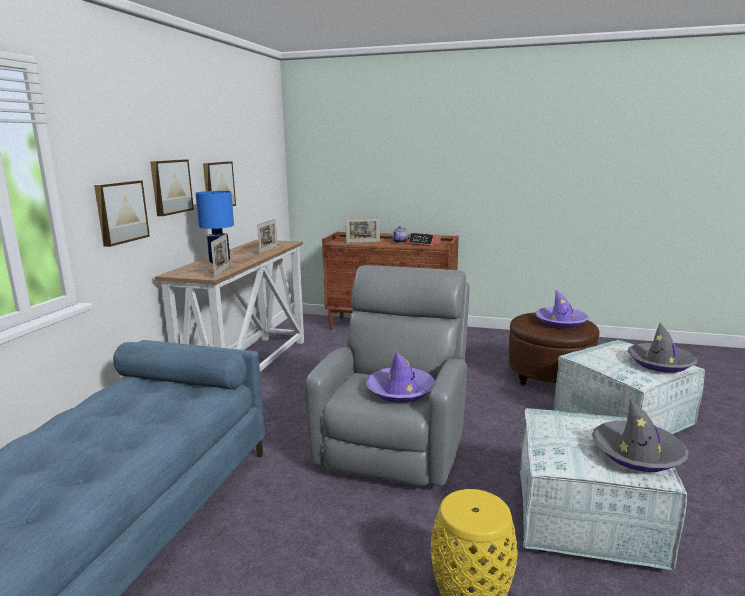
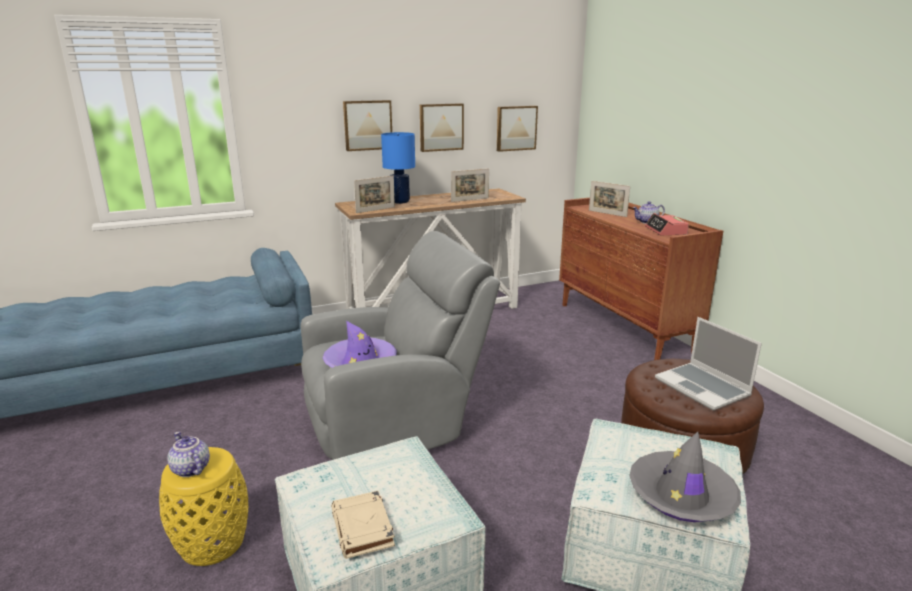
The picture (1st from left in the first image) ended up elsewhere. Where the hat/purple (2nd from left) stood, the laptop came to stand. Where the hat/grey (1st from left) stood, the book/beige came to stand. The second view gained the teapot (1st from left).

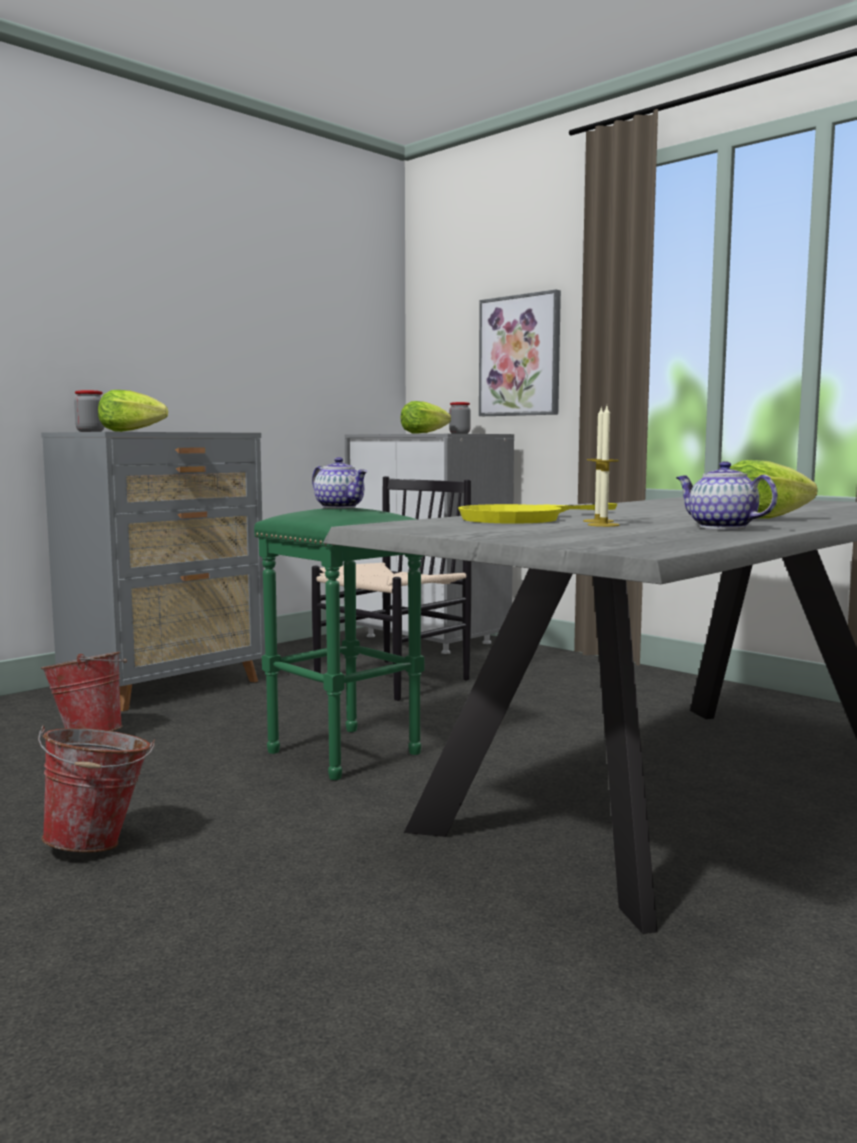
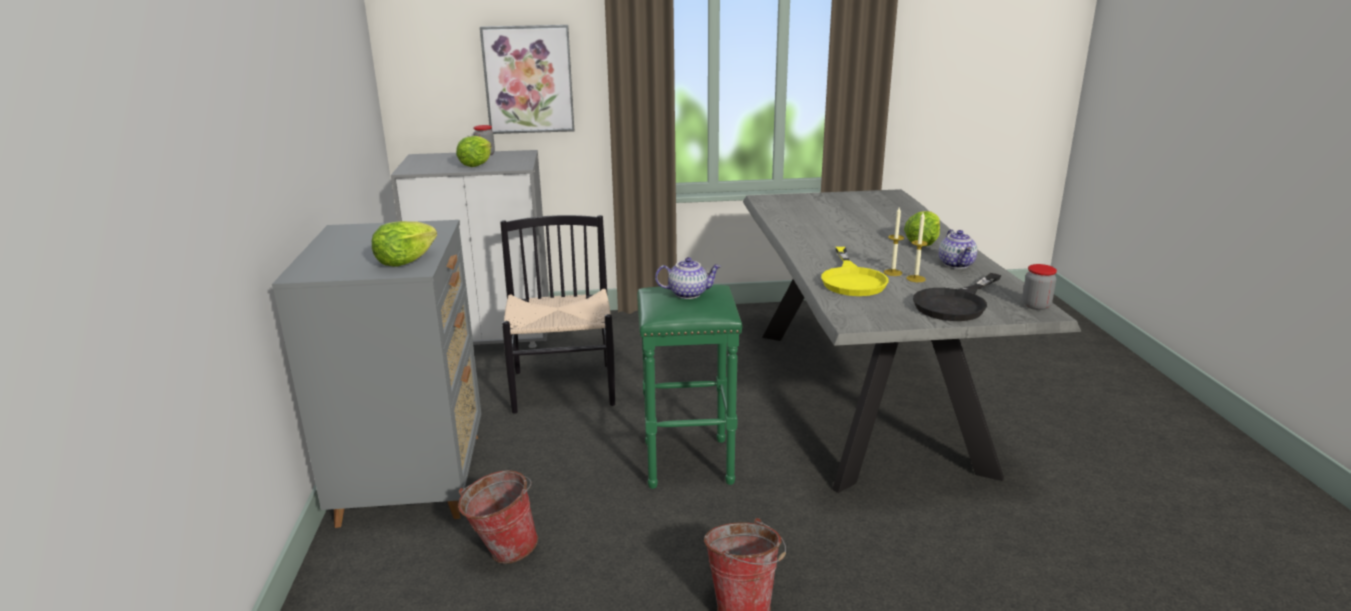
The jar (1st from left in the first image) ended up elsewhere. The teapot (2nd from left) ended up facing another way, 90 degrees counterclockwise from before. The second view gained the frying pan/black.

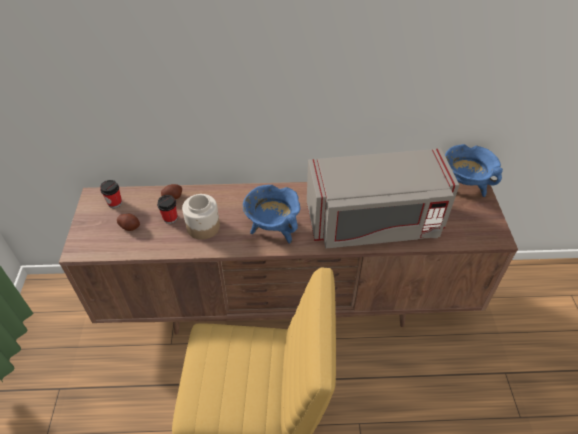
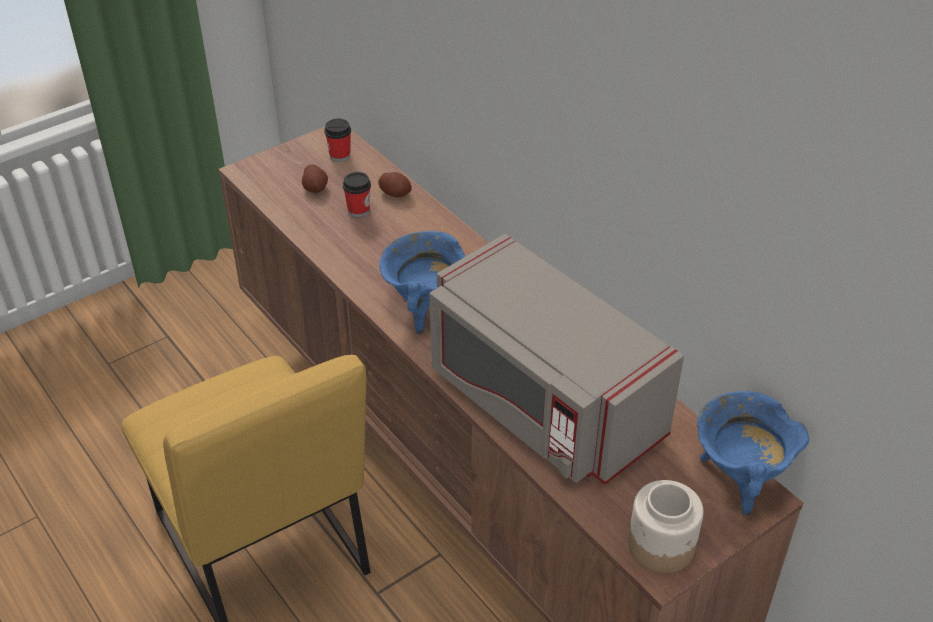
The jar ended up elsewhere.

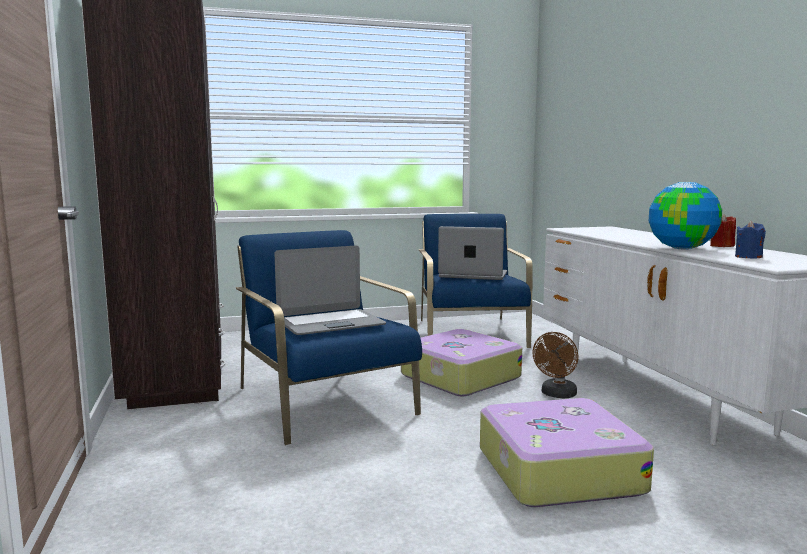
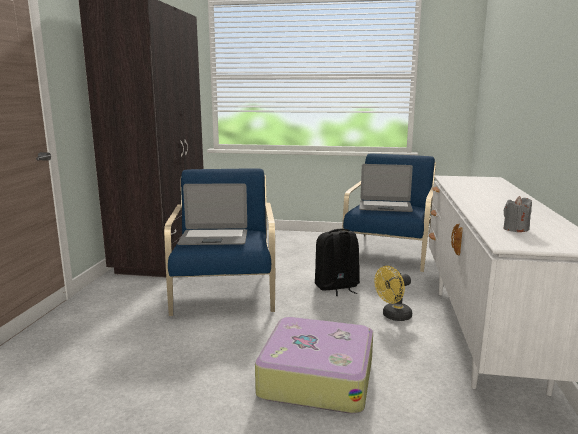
Where the suitcase (1st from left) stood, the backpack/black came to stand. The laptop (2nd from left) ended up facing another way, 150 degrees clockwise from before. What was the fan/brown turned into the fan/yellow. The second view lost the globe. The second view lost the candle/red. What was the candle/blue turned into the candle/grey.

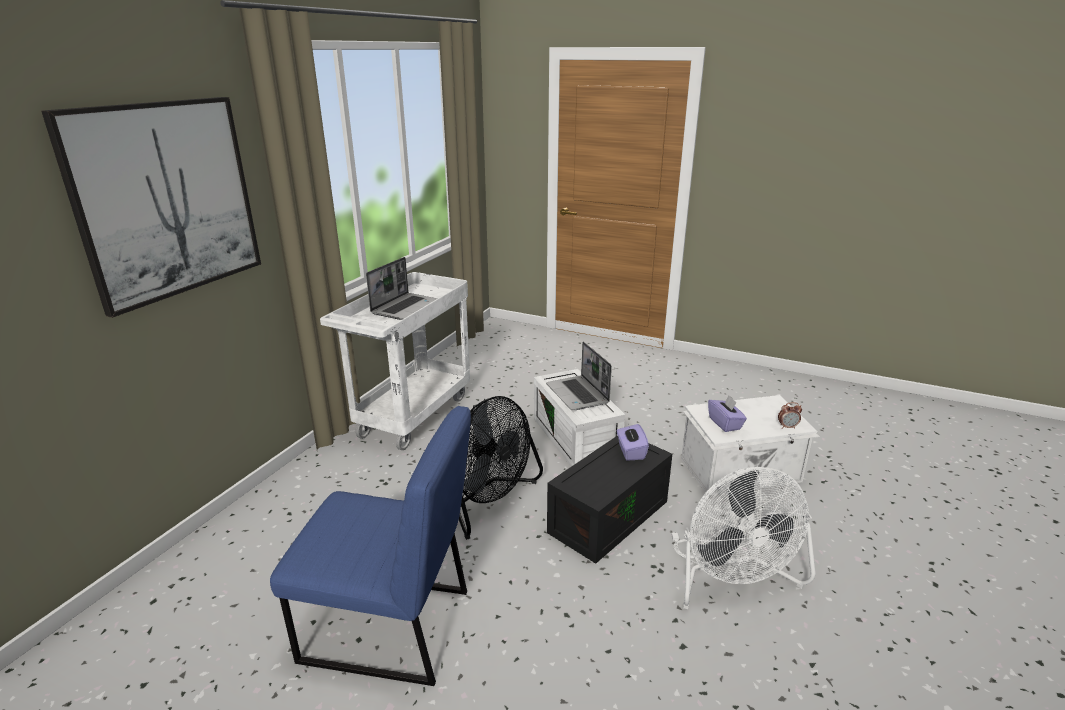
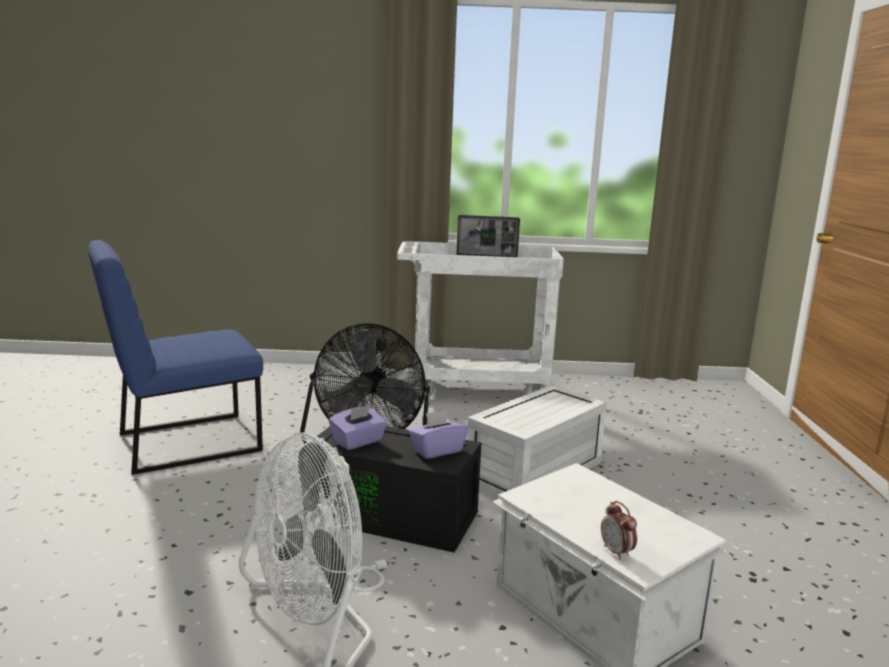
The second view lost the picture. The chair/blue ended up facing another way, 75 degrees clockwise from before. The second view lost the laptop (2nd from left). The tissue box/purple (2nd from left in the first image) ended up elsewhere.

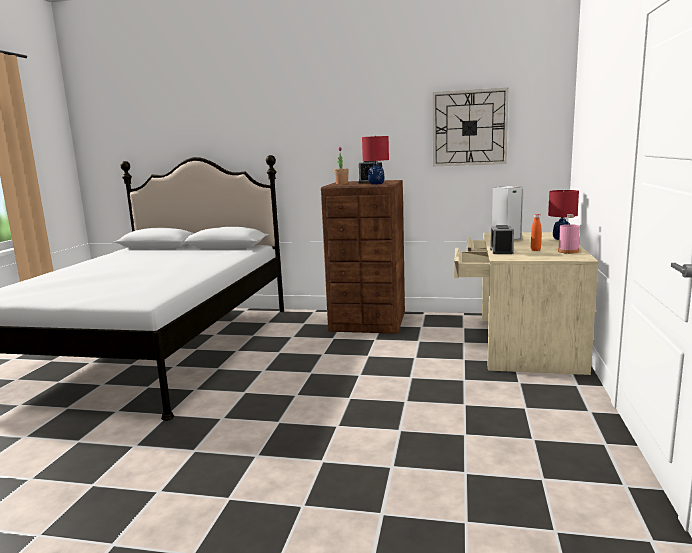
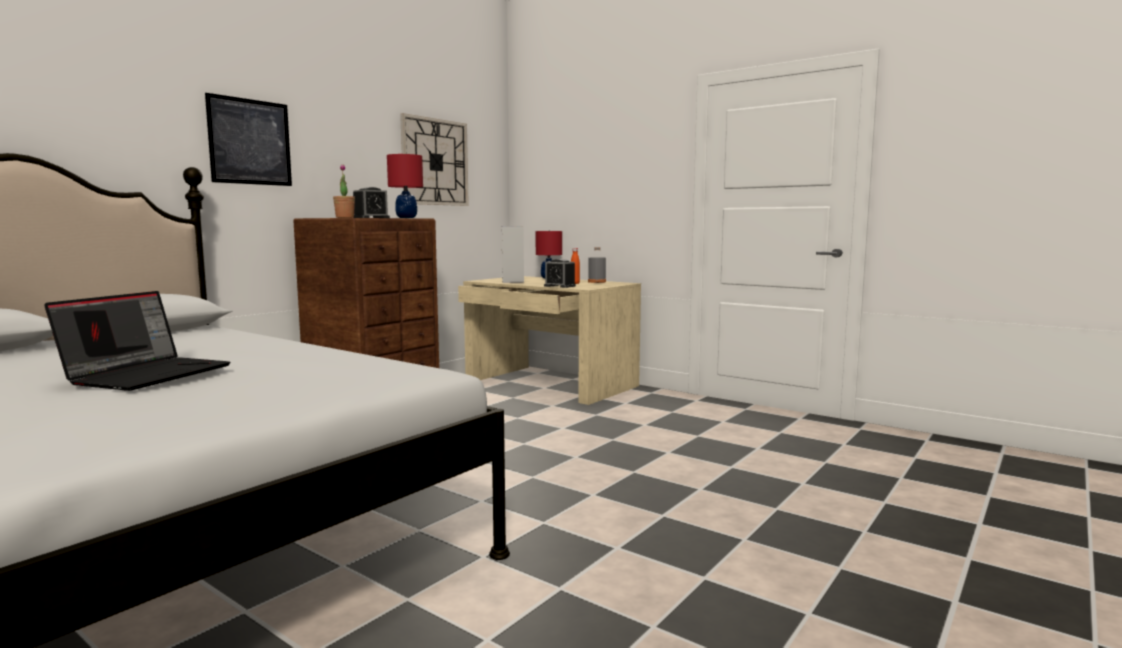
What was the bottle/pink turned into the bottle/grey. The second view gained the laptop. The second view gained the picture.

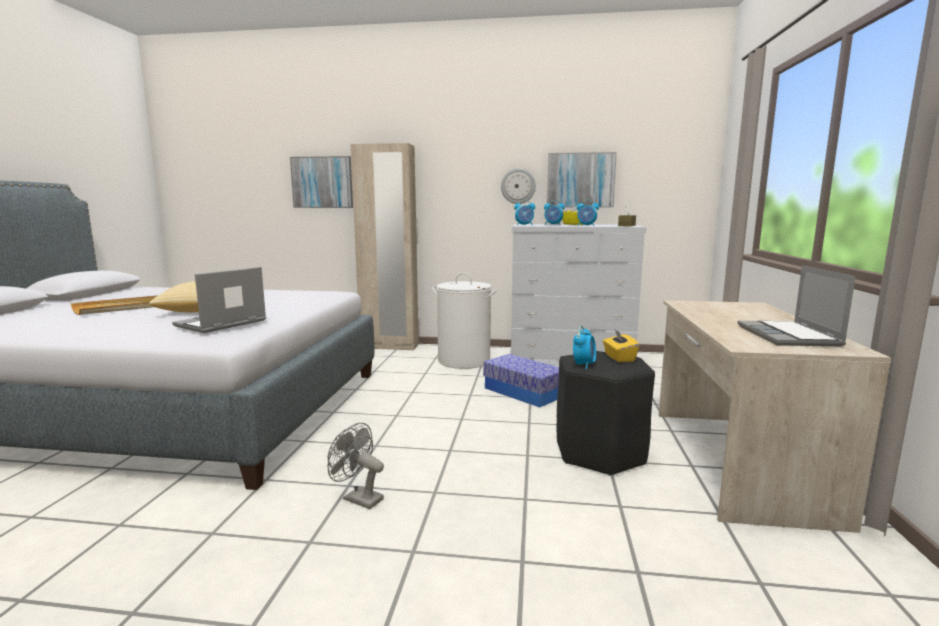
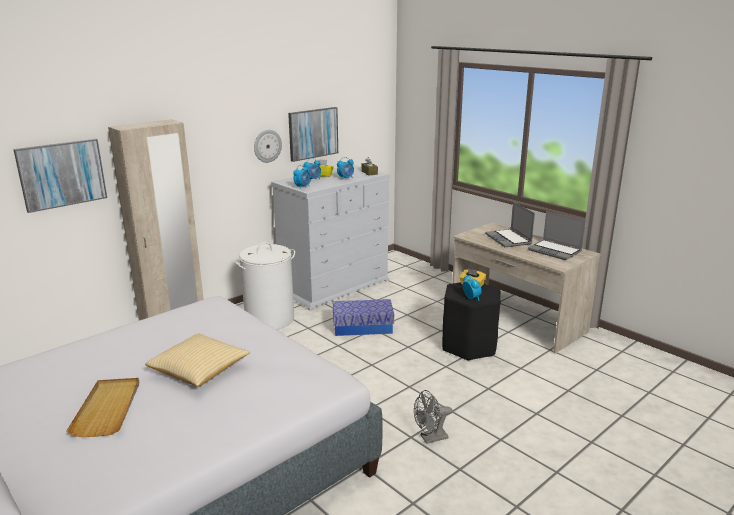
The laptop (1st from left) ended up elsewhere.

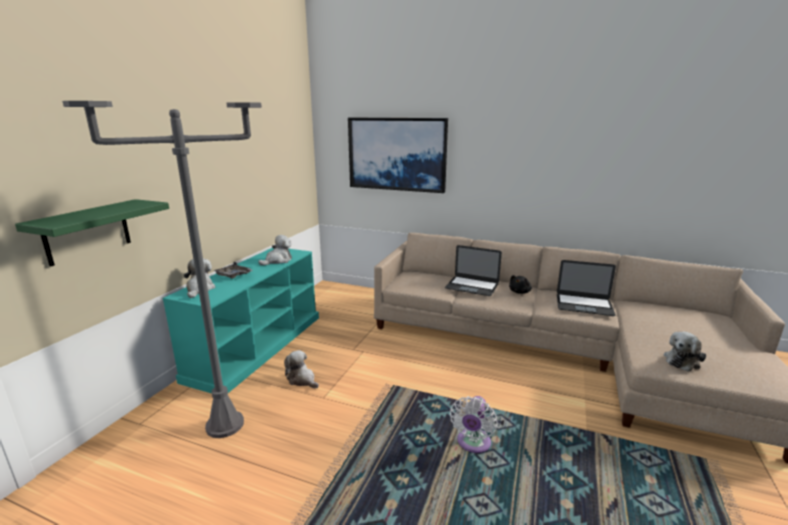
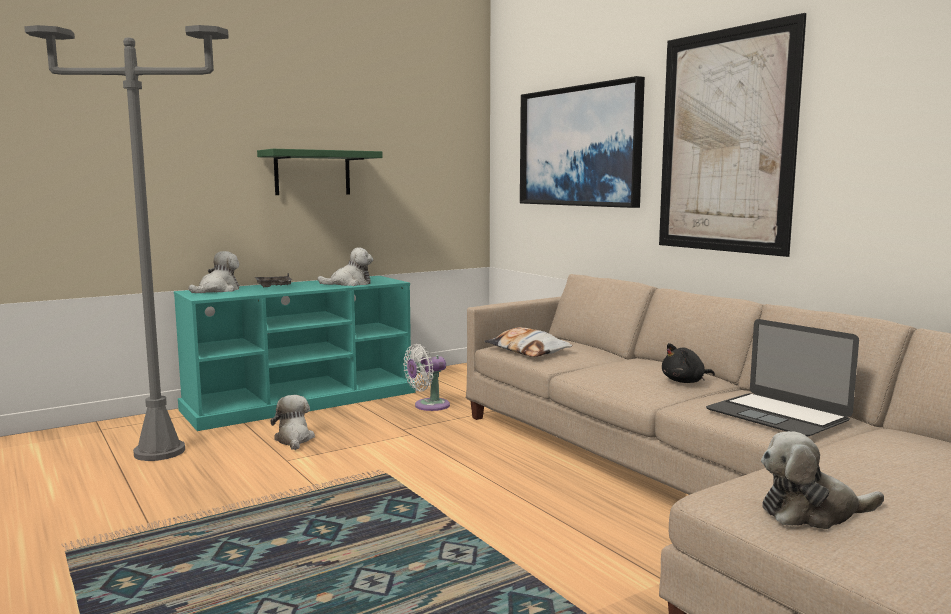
The shelf/green ended up elsewhere. The second view lost the laptop (1st from left). The fan/white ended up elsewhere. The second view gained the pillow. The second view gained the picture (2nd from left).

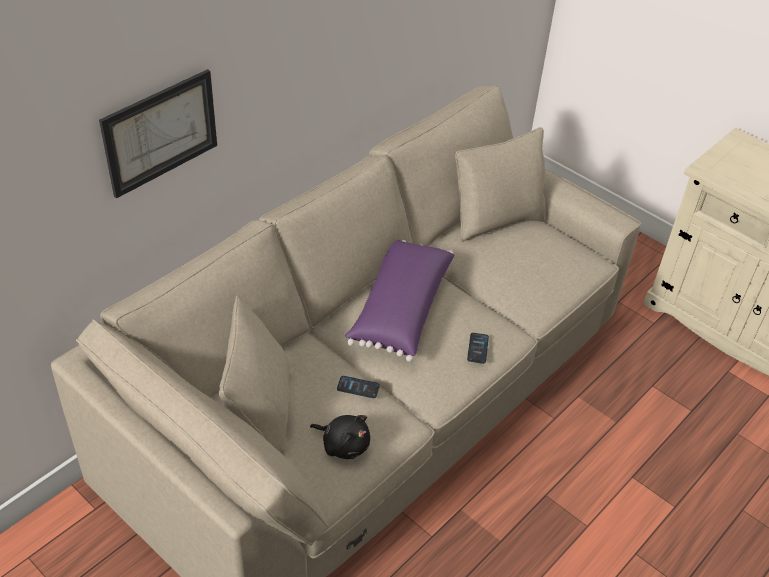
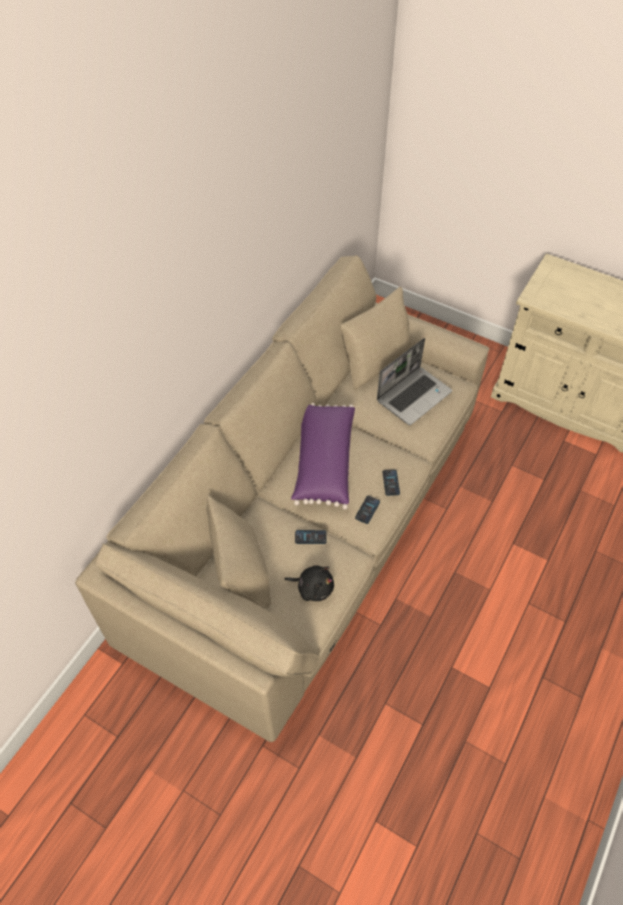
The second view lost the picture. The second view gained the phone (2nd from left). The second view gained the laptop.

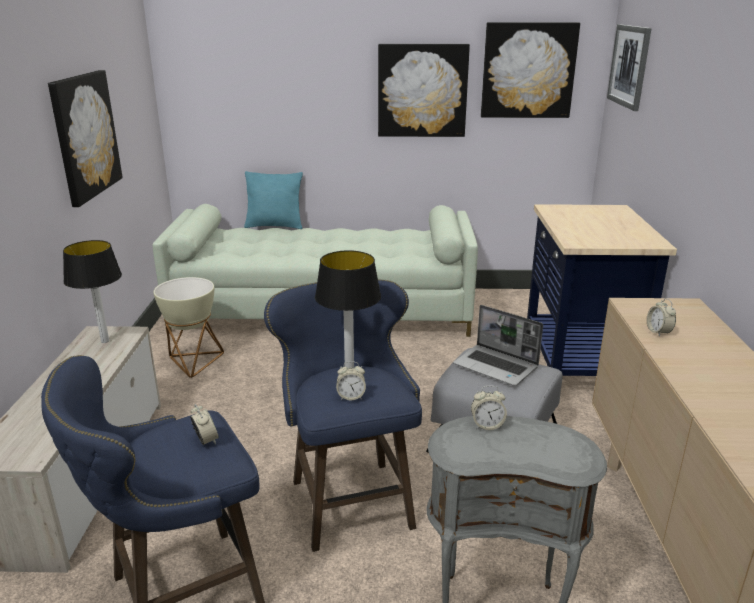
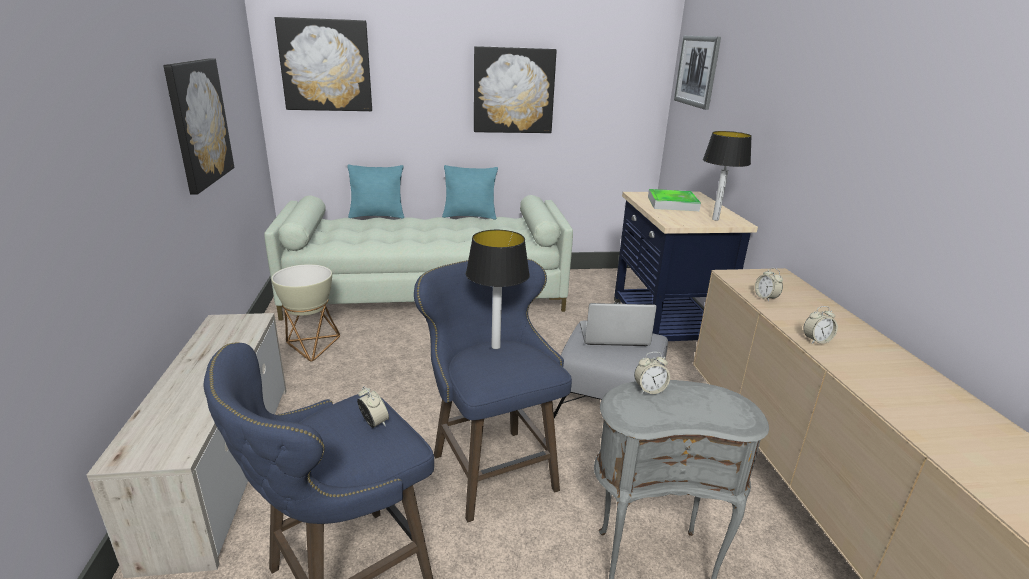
The table lamp (1st from left in the first image) ended up elsewhere. The alarm clock (2nd from left in the first image) ended up elsewhere. The laptop ended up facing another way, 150 degrees clockwise from before. The picture (3rd from left in the first image) ended up elsewhere. The second view gained the pillow/turquoise (2nd from left). The second view gained the tray.

